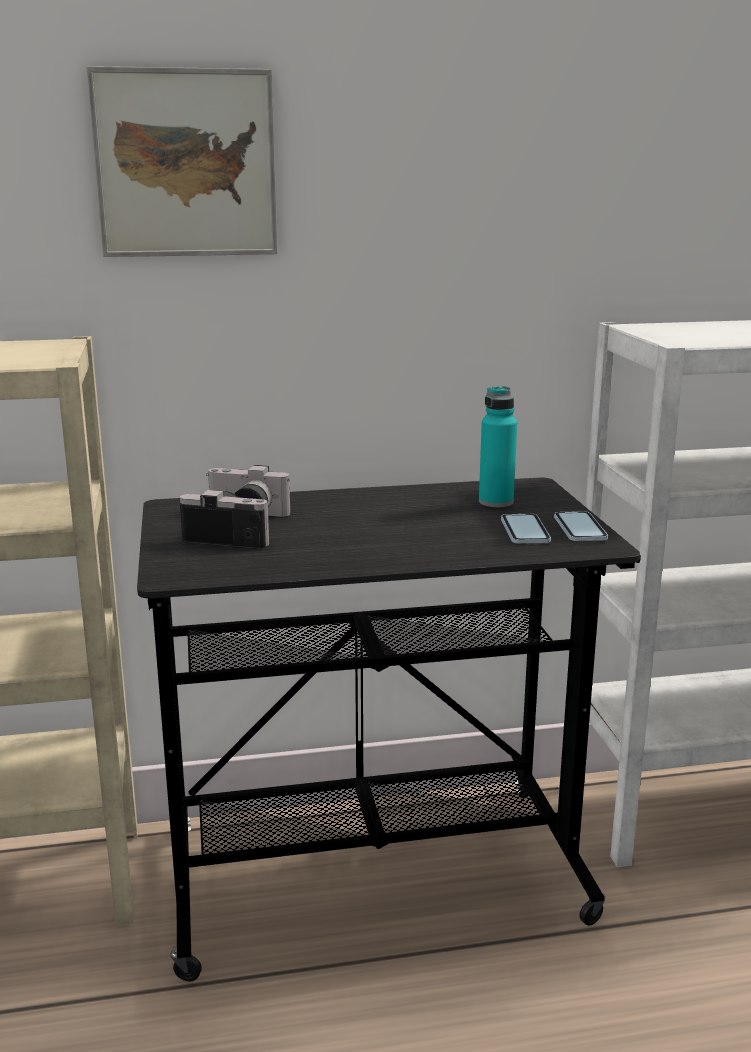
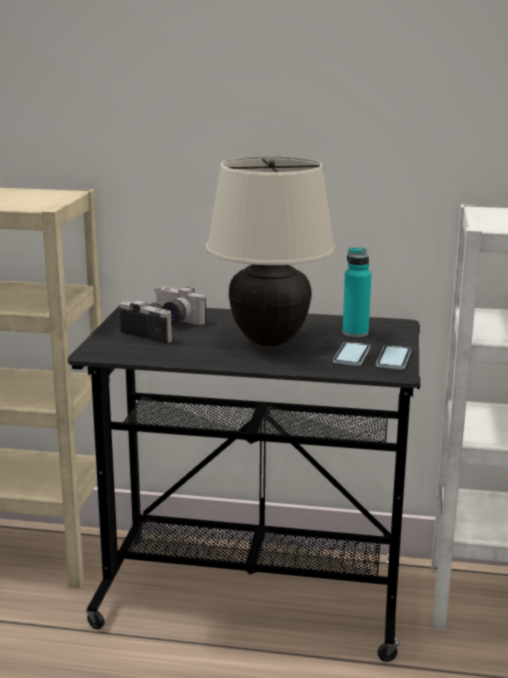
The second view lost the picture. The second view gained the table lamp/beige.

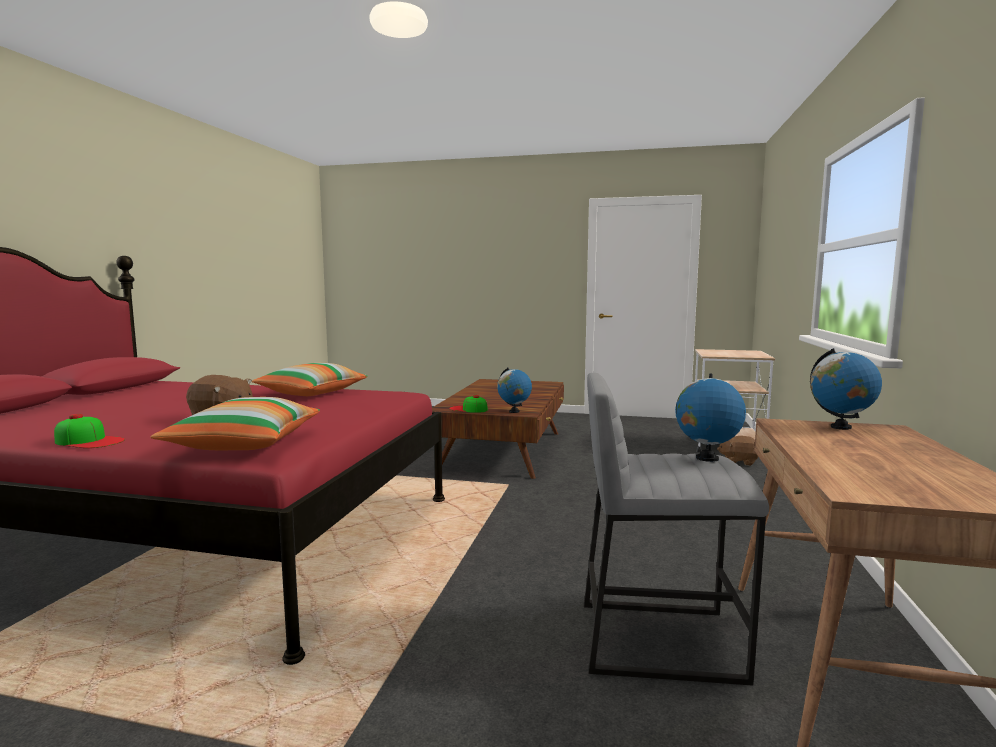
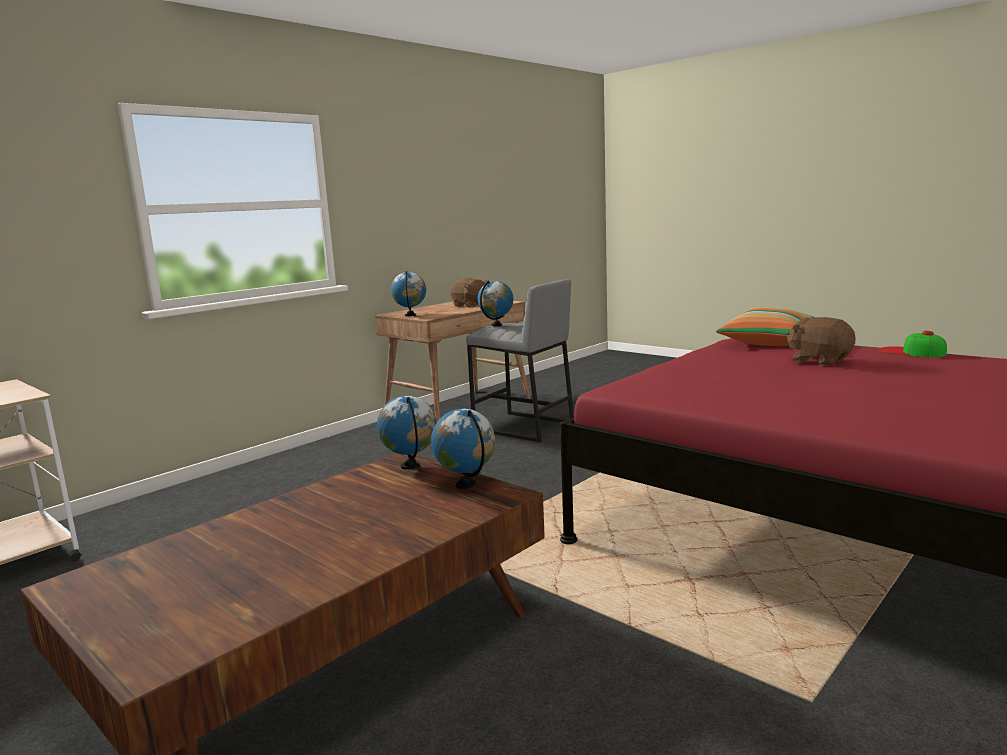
The second view lost the pillow (2nd from left). Where the cap (2nd from left) stood, the globe (3rd from left) came to stand. The plush toy/brown (2nd from left in the first image) ended up elsewhere.

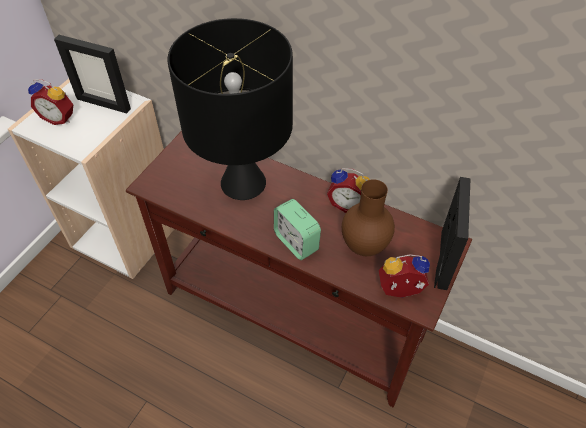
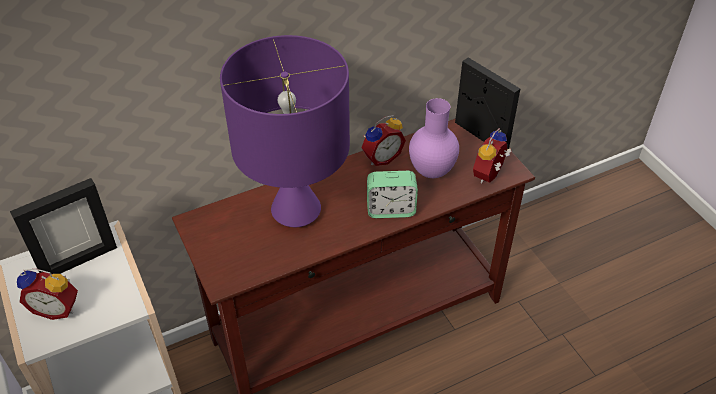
The alarm clock (1st from left) ended up facing another way, 45 degrees clockwise from before. What was the table lamp/black turned into the table lamp/purple. What was the vase/brown turned into the vase/purple.

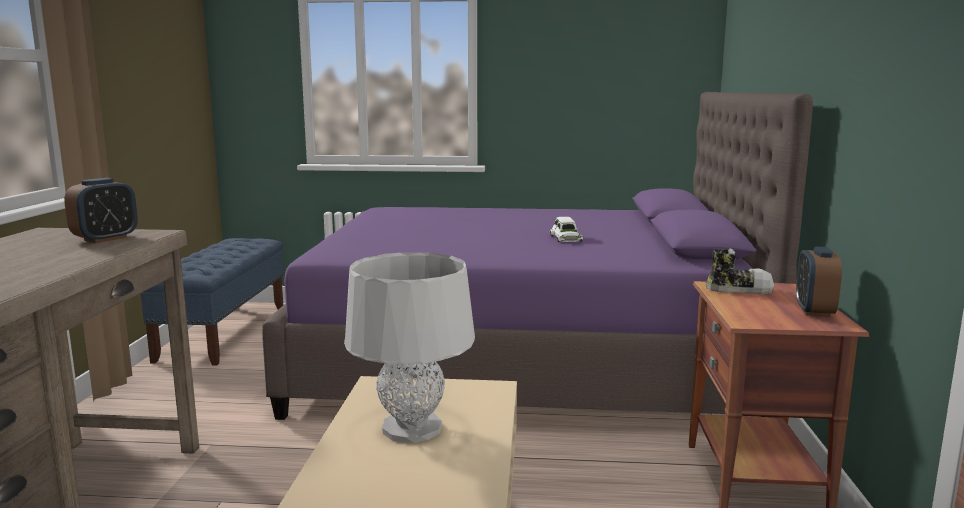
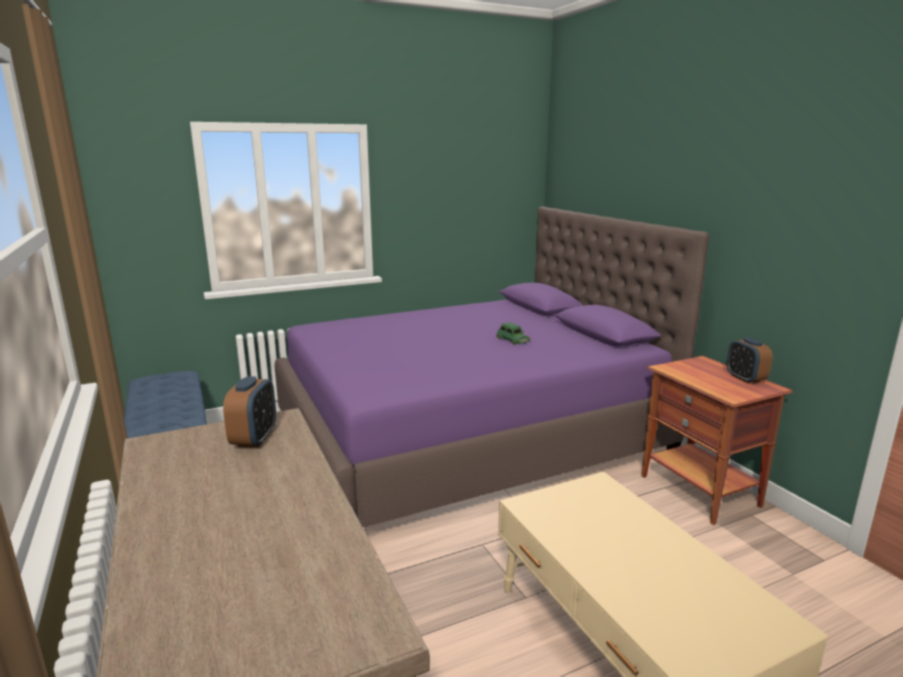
The second view lost the table lamp/grey. What was the toy car/white turned into the toy car/green. The second view lost the shoe.

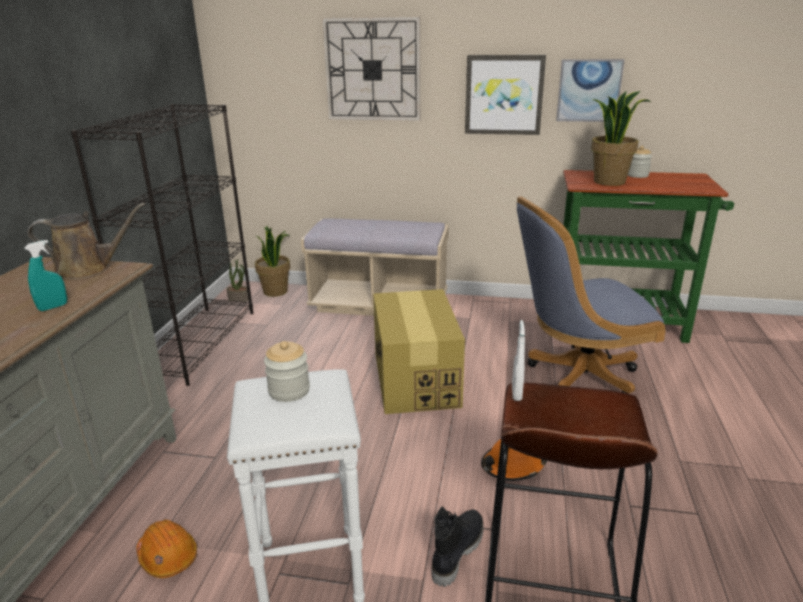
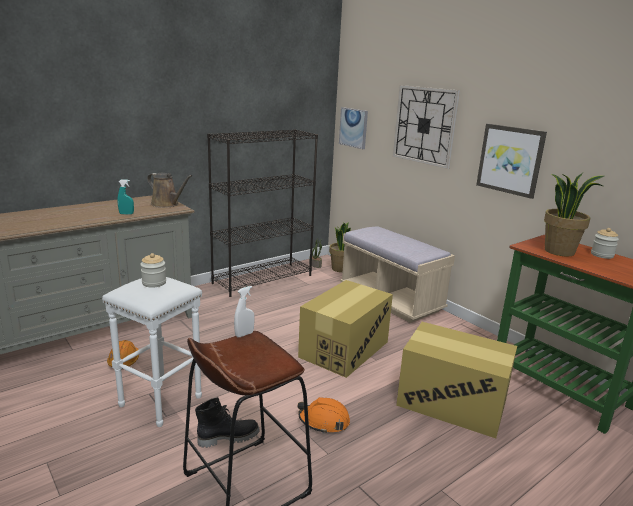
Where the office chair/blue stood, the cardboard box (2nd from left) came to stand. The picture (2nd from left in the first image) ended up elsewhere.

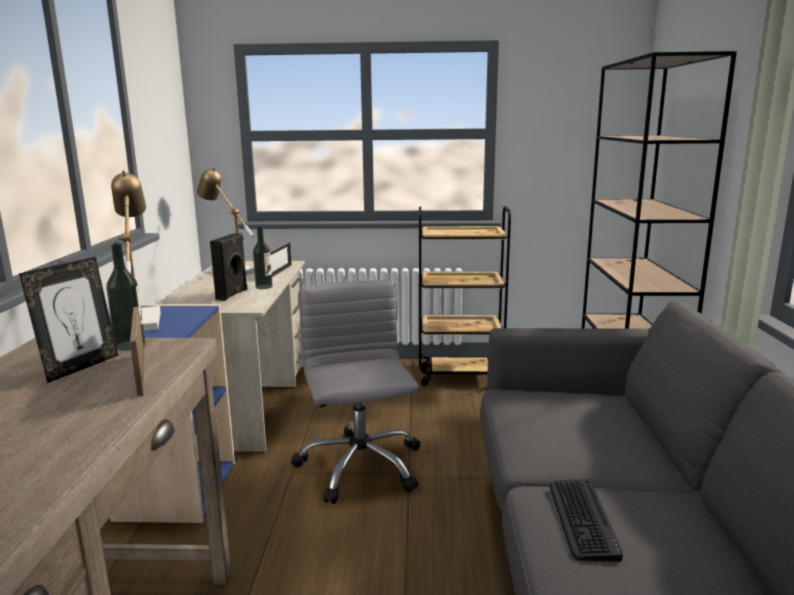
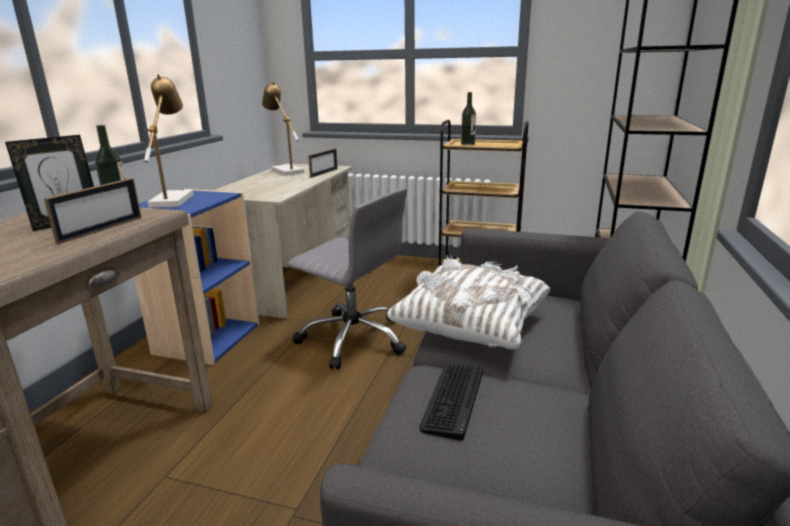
The picture frame (2nd from left) ended up facing another way, 150 degrees counterclockwise from before. The second view lost the speaker/black. The bottle (2nd from left) ended up elsewhere. The office chair/grey ended up facing another way, 120 degrees clockwise from before. The second view gained the pillow/white.

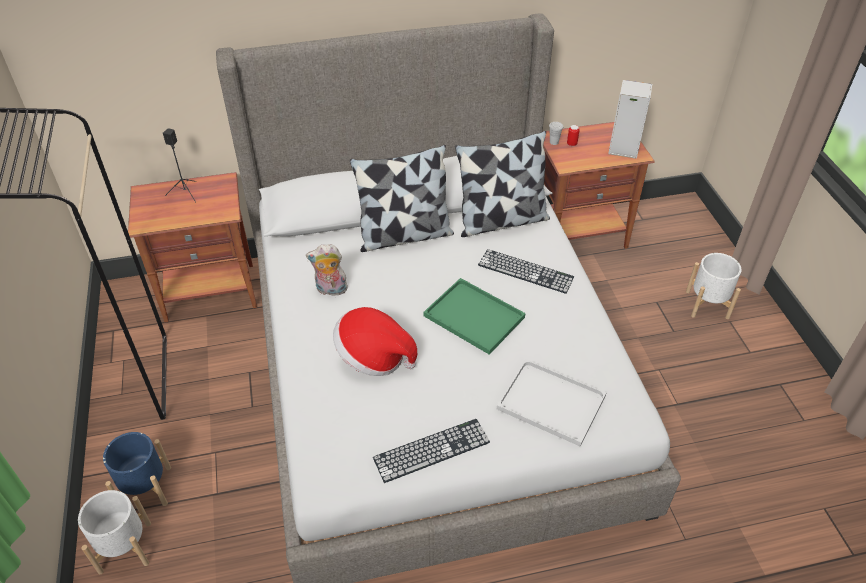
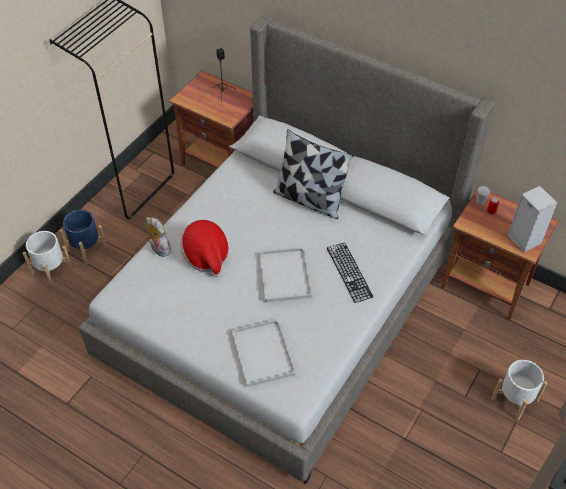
The plush toy ended up elsewhere. The second view lost the keyboard (1st from left). What was the tray/green turned into the tray/white (2nd from left). The second view lost the pillow (2nd from left).

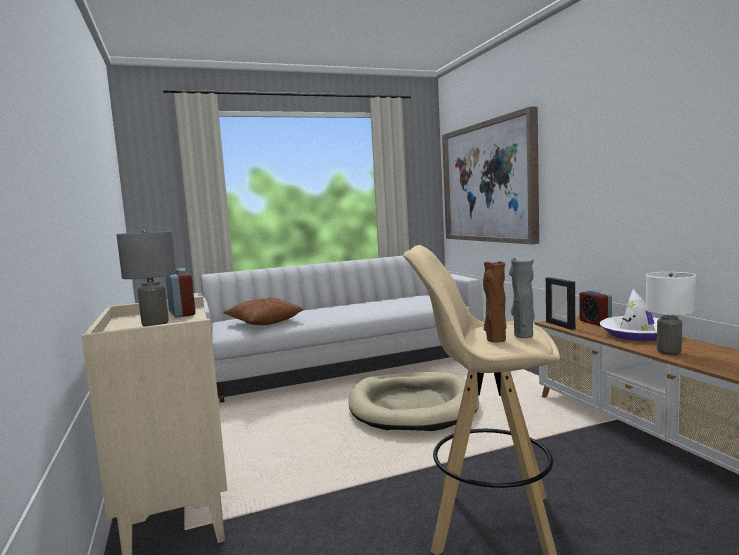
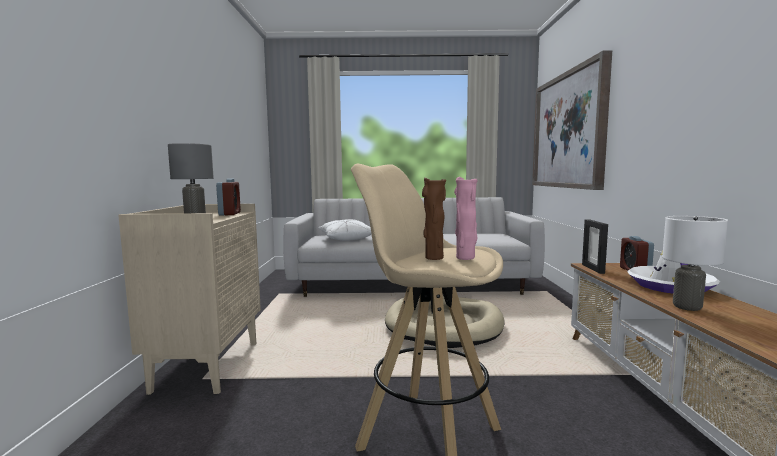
What was the pillow/brown turned into the pillow/white. What was the vase/grey turned into the vase/pink.

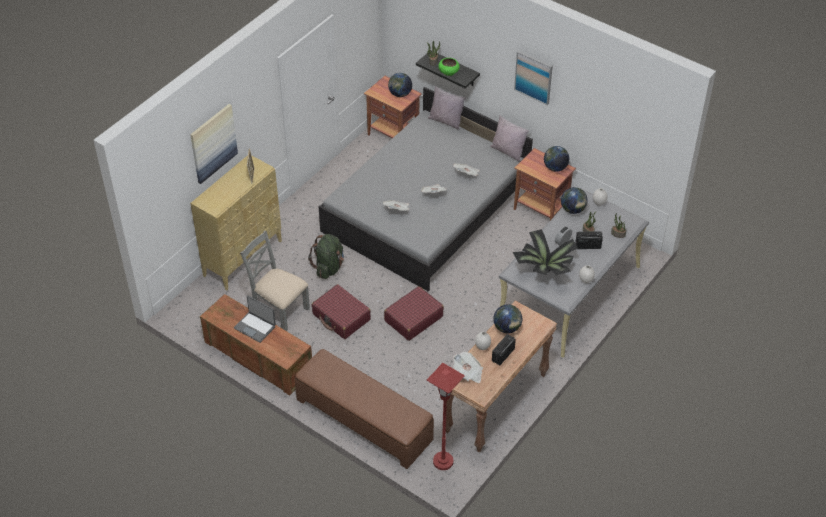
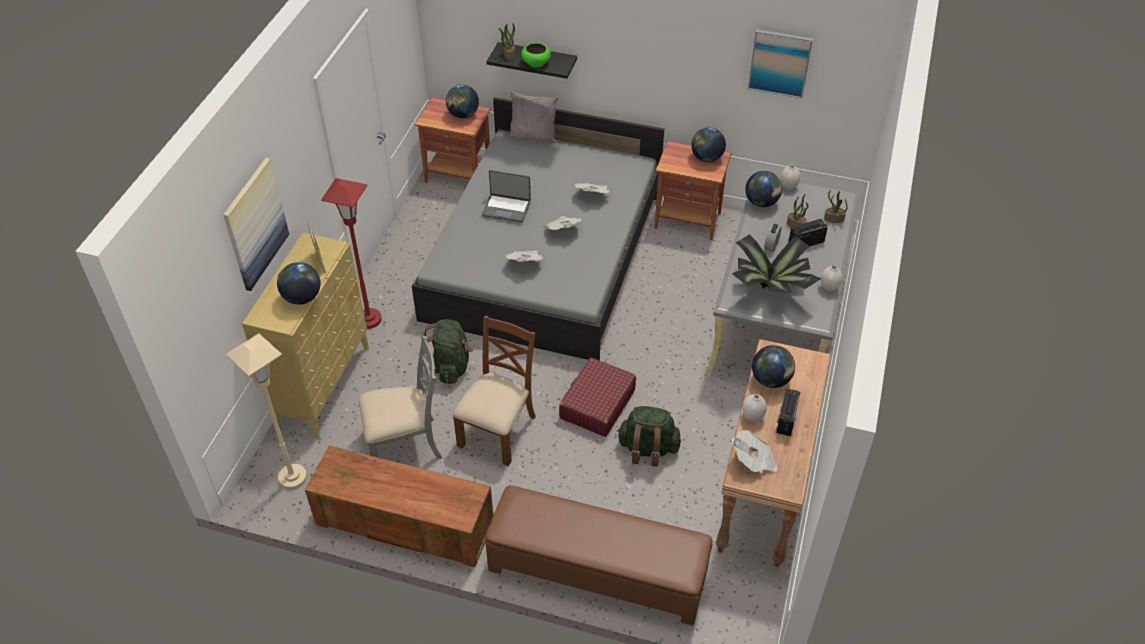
The laptop ended up elsewhere. The chair/grey ended up facing another way, 150 degrees clockwise from before. Where the suitcase/red (1st from left) stood, the chair/brown came to stand. The floor lamp/red ended up elsewhere. The second view lost the pillow/purple (2nd from left). The picture (2nd from left) ended up elsewhere. The second view gained the floor lamp/beige. The second view gained the globe (1st from left). The second view gained the backpack/green (2nd from left).

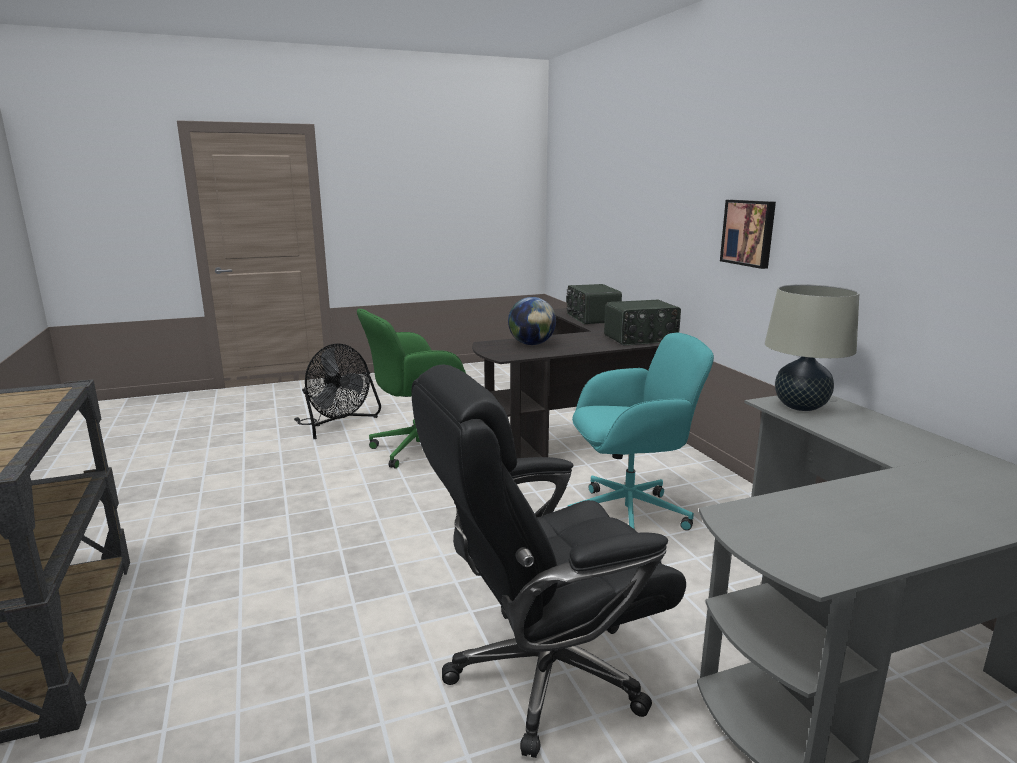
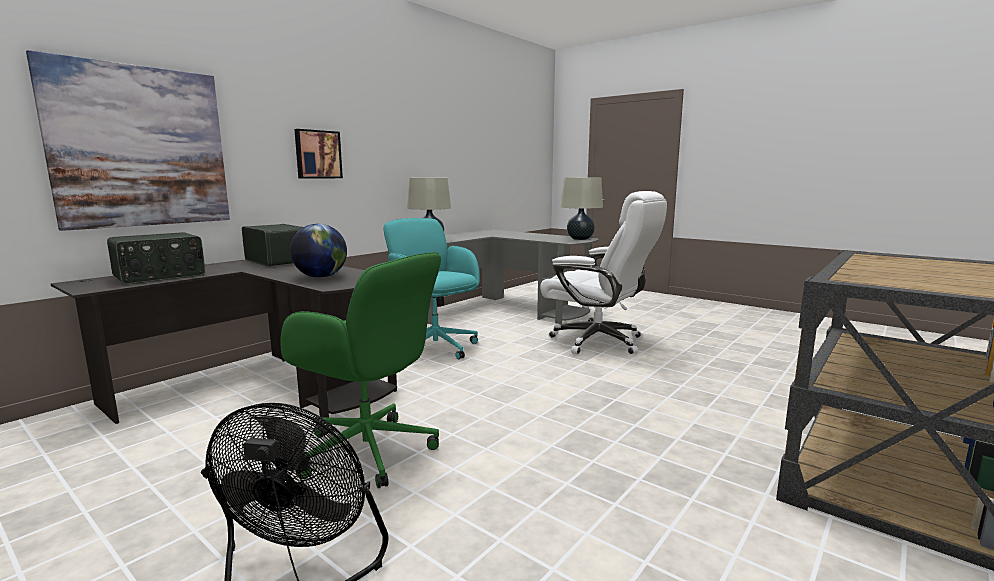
What was the office chair/black turned into the office chair/white. The second view gained the picture (1st from left). The second view gained the table lamp/beige (2nd from left).

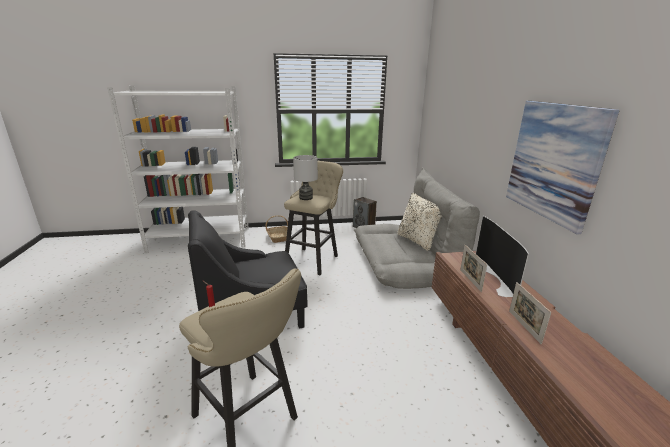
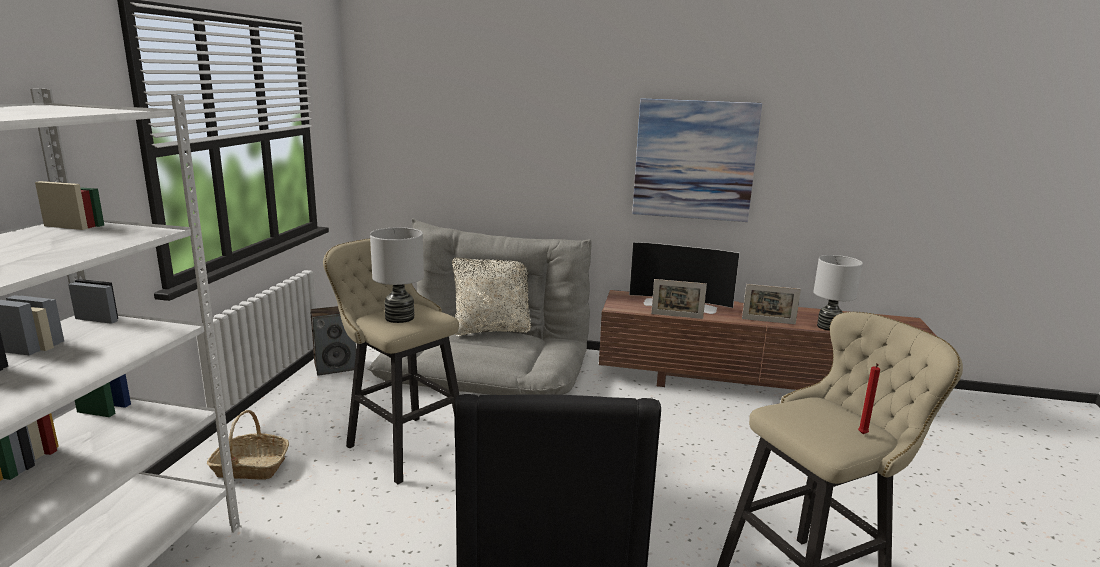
The second view gained the table lamp/grey (2nd from left).

